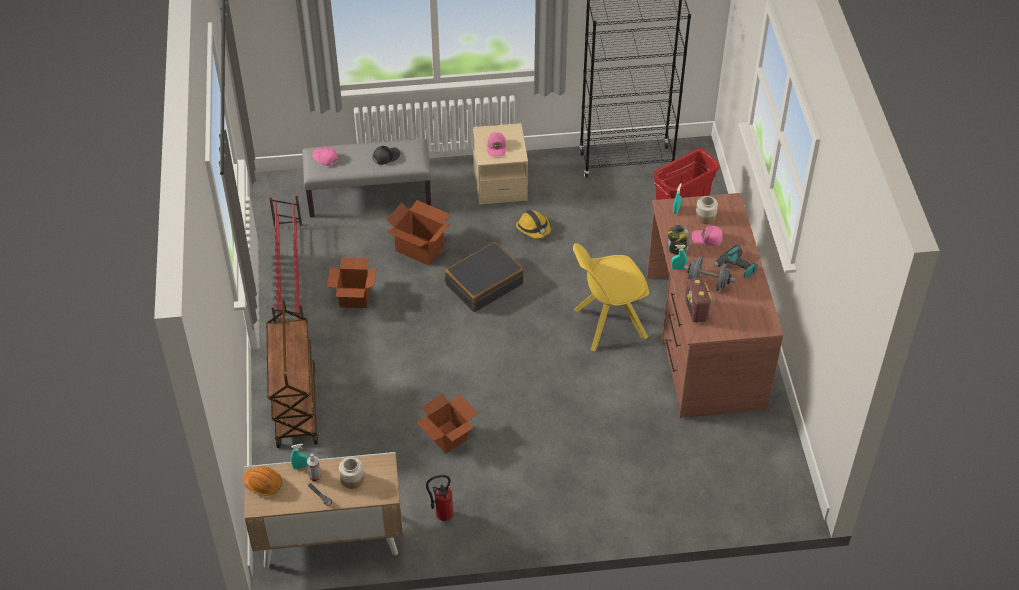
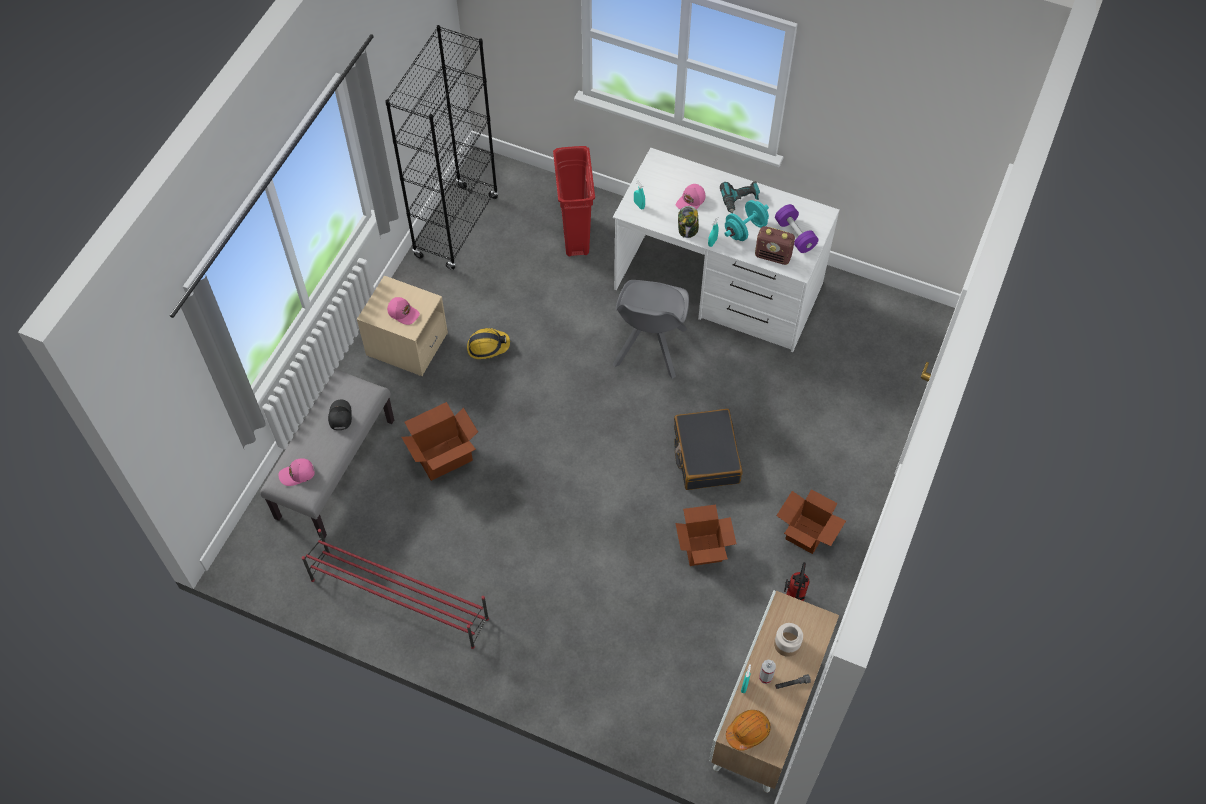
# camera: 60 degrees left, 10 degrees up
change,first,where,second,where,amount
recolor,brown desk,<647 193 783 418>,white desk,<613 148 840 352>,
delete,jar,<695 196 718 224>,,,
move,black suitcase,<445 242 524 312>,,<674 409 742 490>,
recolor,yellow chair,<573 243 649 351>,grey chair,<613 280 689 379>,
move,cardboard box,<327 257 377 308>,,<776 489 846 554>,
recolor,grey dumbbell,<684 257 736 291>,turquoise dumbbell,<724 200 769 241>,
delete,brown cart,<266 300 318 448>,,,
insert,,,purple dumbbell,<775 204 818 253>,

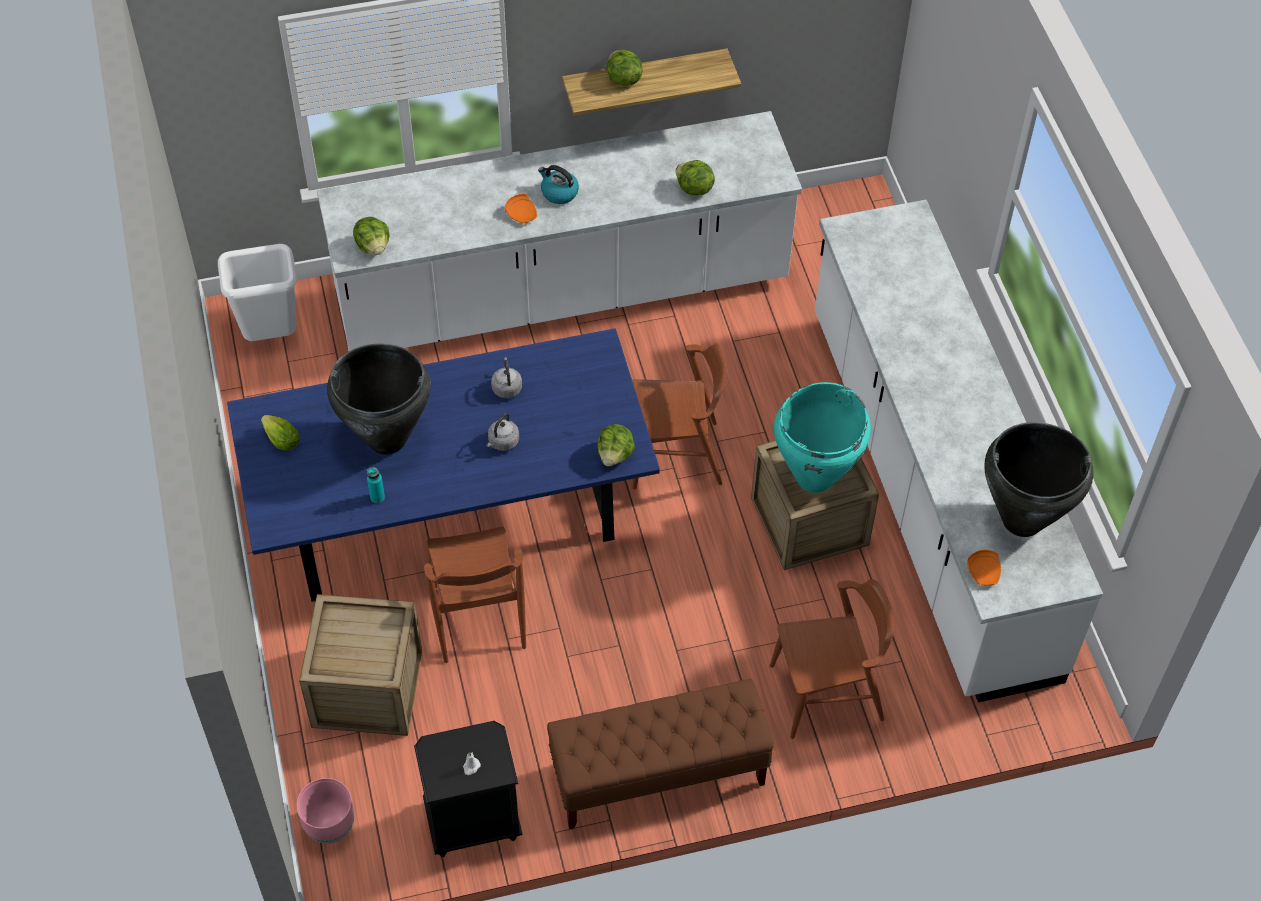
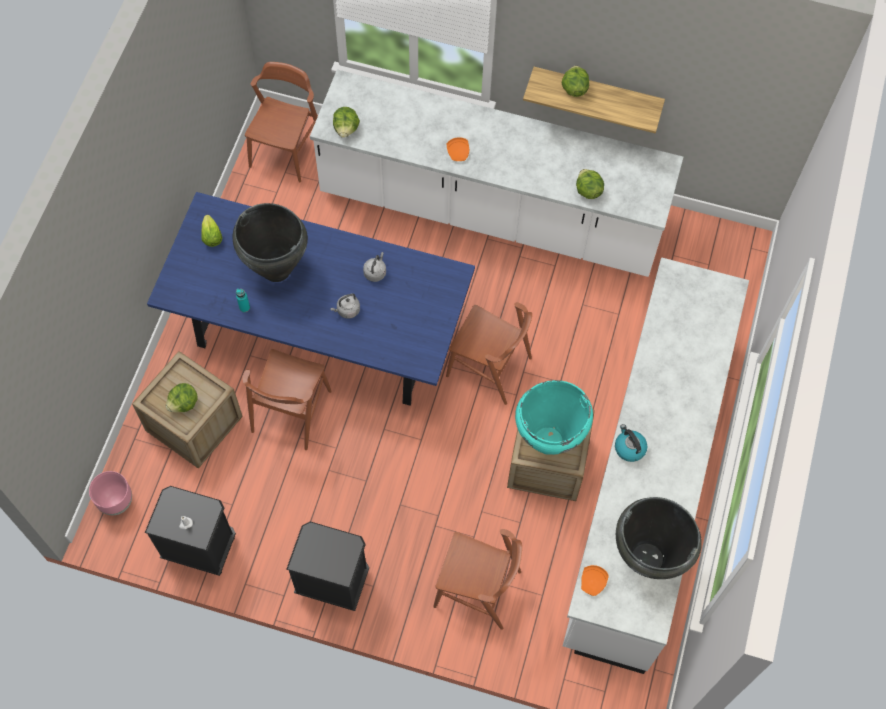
# camera: 30 degrees right, 10 degrees up
change,first,where,second,where,amount
move,kettle,<538 165 579 204>,,<615 424 647 462>,
replace,white trash can,<218 244 297 341>,brown chair,<245 62 318 182>,
move,lettuce,<597 424 635 466>,,<166 383 197 412>,
replace,brown bench,<547 679 774 829>,black nightstand,<286 522 369 611>,

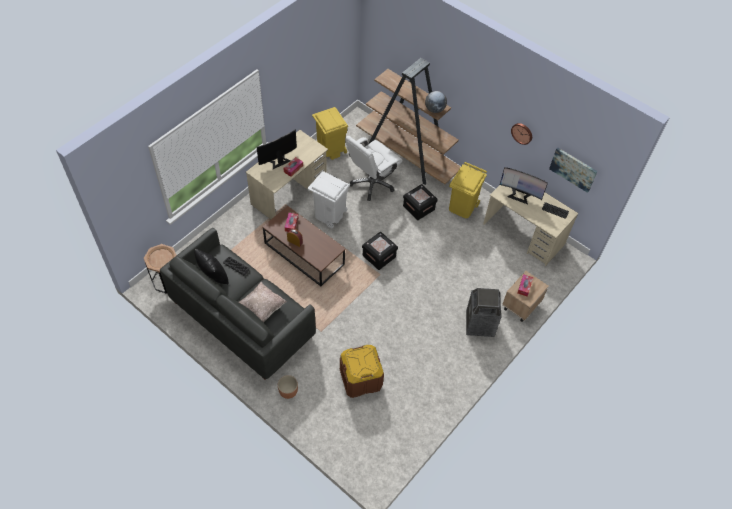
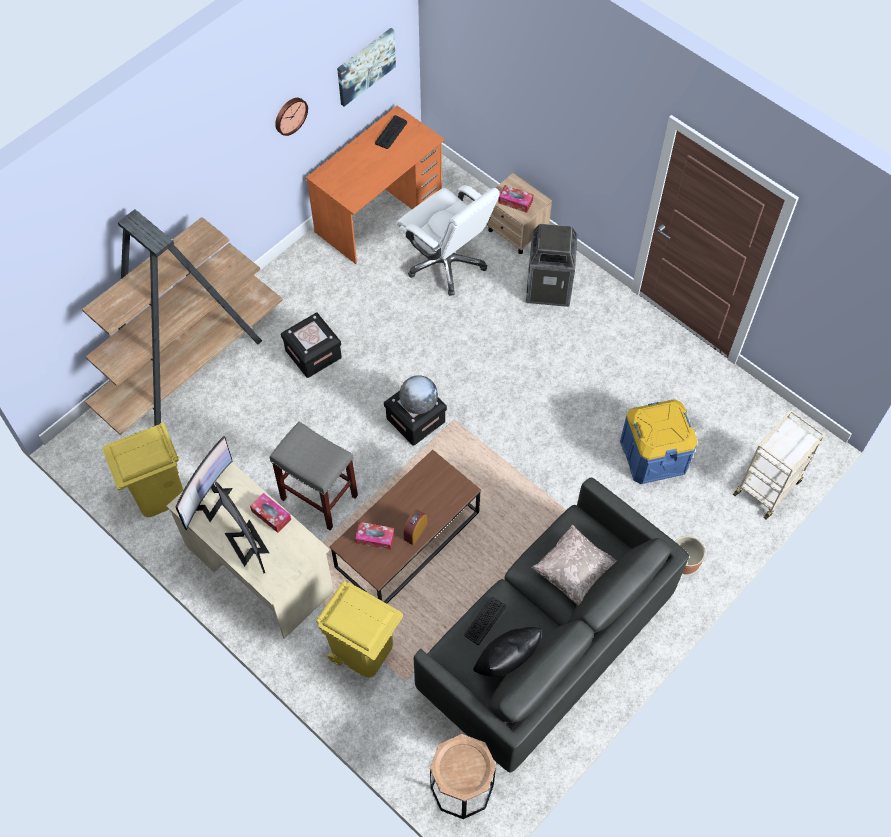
# camera: 85 degrees left, 5 degrees up
change,first,where,second,where,amount
move,globe,<425 91 447 113>,,<399 375 438 414>,
move,white office chair,<345 136 402 201>,,<397 185 500 296>,
move,yellow trash can,<449 162 487 218>,,<316 581 403 678>,
move,monitor,<500 167 548 204>,,<176 436 233 530>,
replace,white trash can,<307 171 350 228>,grey stool,<270 421 358 530>,
recolor,beige desk,<483 185 578 266>,orange desk,<306 106 445 264>,
recolor,brown storage box,<340 345 384 398>,blue storage box,<620 399 697 484>,
insert,,,beige cart,<733 410 825 519>,

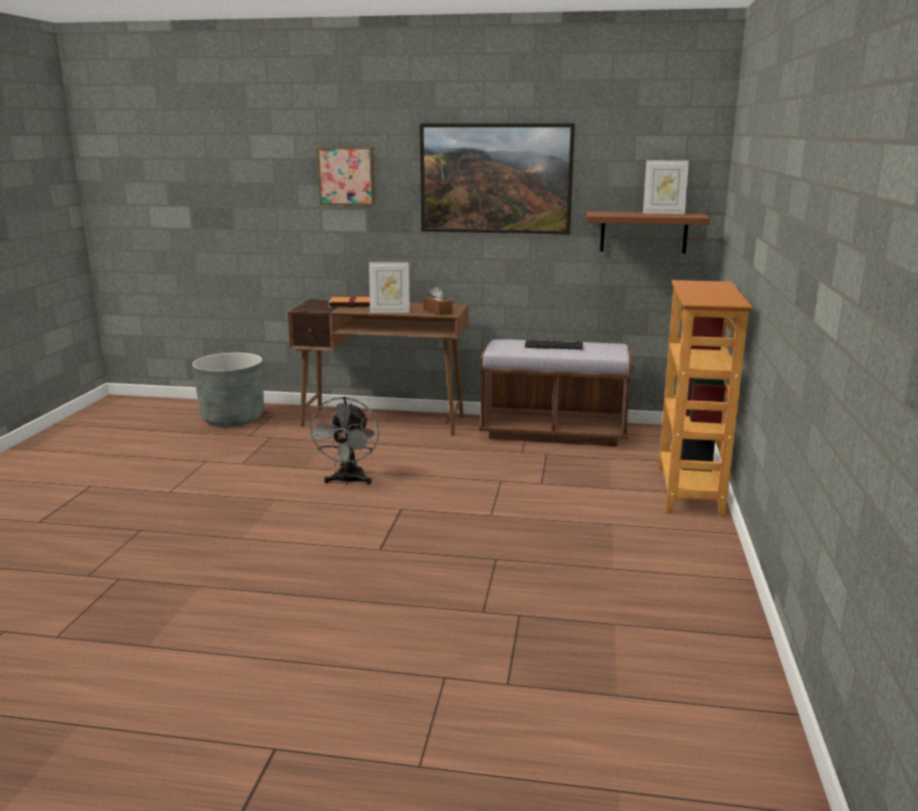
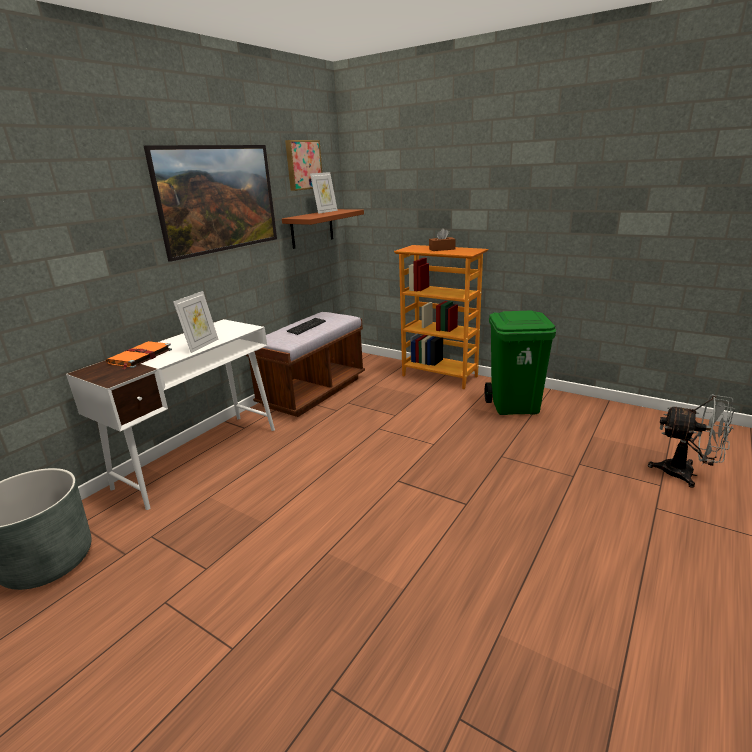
# camera: 65 degrees left, 5 degrees up
change,first,where,second,where,amount
move,picture,<317 147 375 206>,,<285 140 322 191>,
move,brown tissue box,<423 286 453 315>,,<429 228 456 251>,
recolor,brown desk,<287 299 469 436>,white desk,<66 319 275 510>,
move,grey fan,<307 397 379 485>,,<648 394 735 488>,
insert,,,green trash can,<485 310 556 415>,

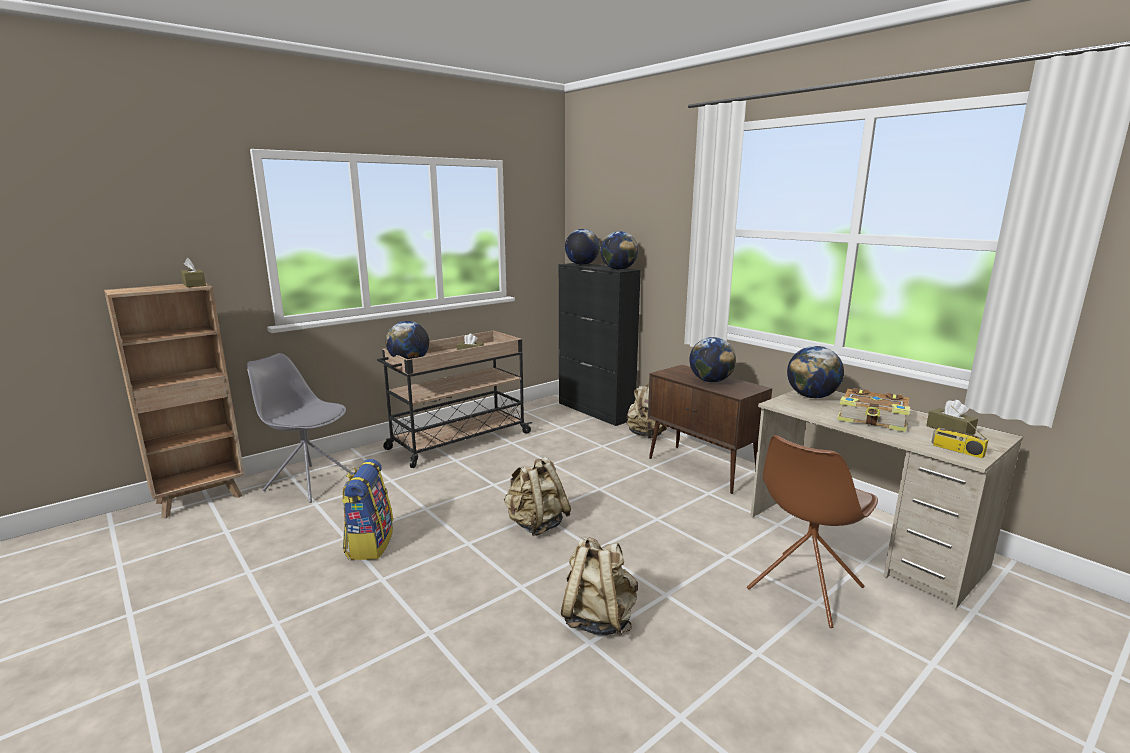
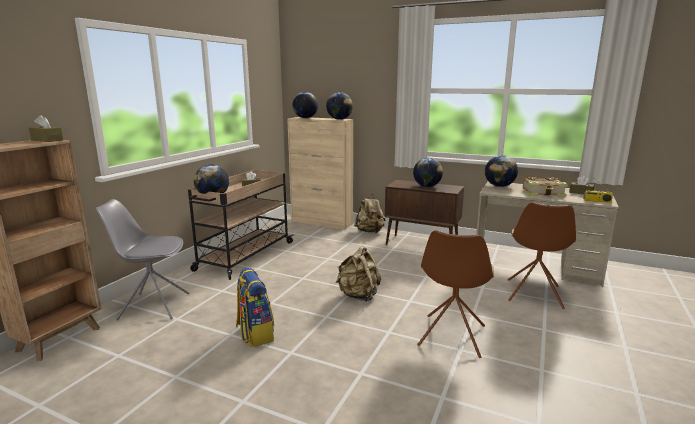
# camera: 25 degrees left, 0 degrees up
change,first,where,second,where,amount
recolor,black cabinet,<559 263 641 426>,beige cabinet,<287 117 353 230>,
replace,beige backpack,<561 536 638 636>,brown chair,<417 230 494 358>,

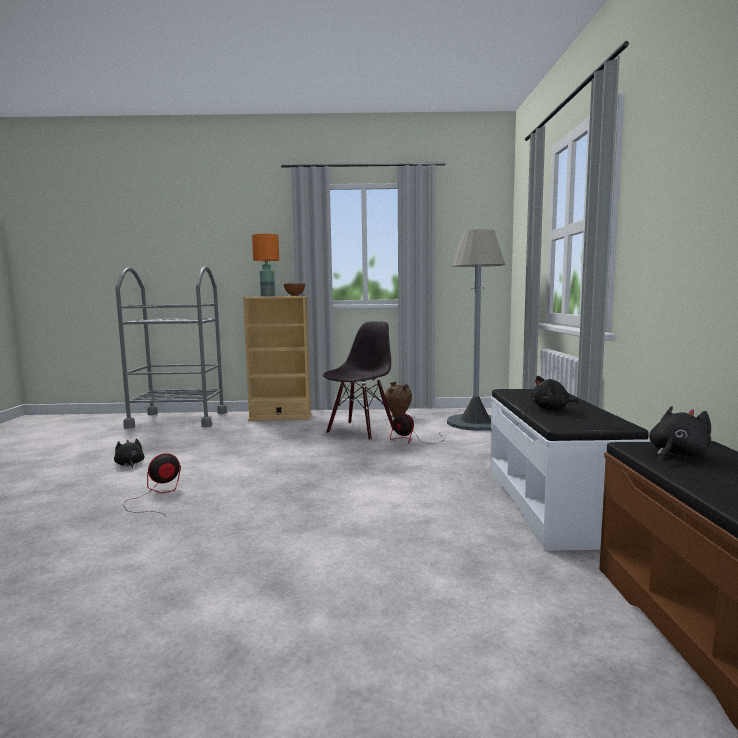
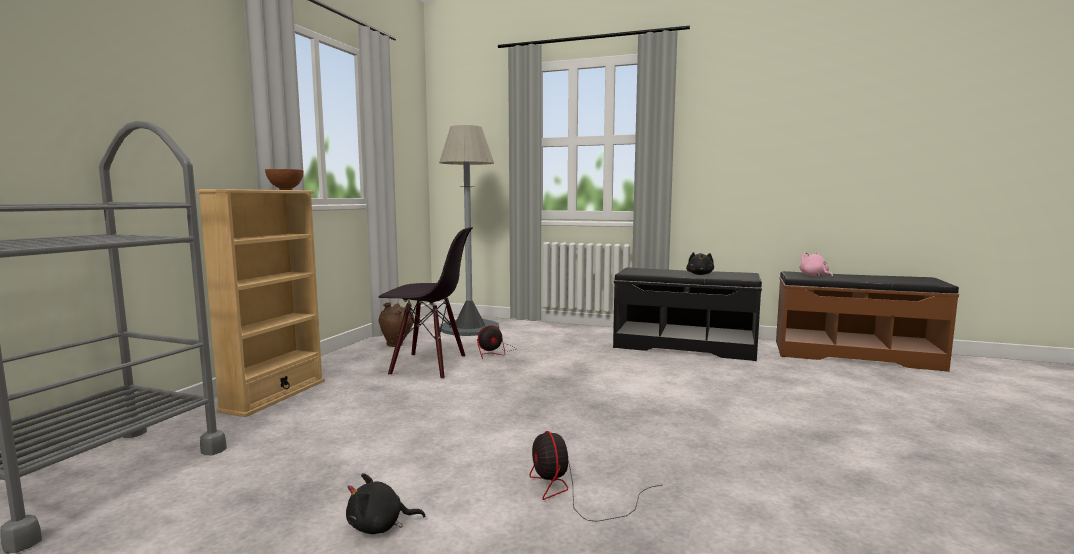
# camera: 70 degrees left, 0 degrees up
change,first,where,second,where,amount
delete,orange table lamp,<252 234 279 296>,,,
rotate,black chair,<323 321 394 441>,,<379 227 473 379>,135 degrees clockwise
recolor,white bench,<490 389 649 551>,black bench,<613 267 762 361>,
recolor,black plush toy,<649 406 711 460>,pink plush toy,<800 252 833 277>,

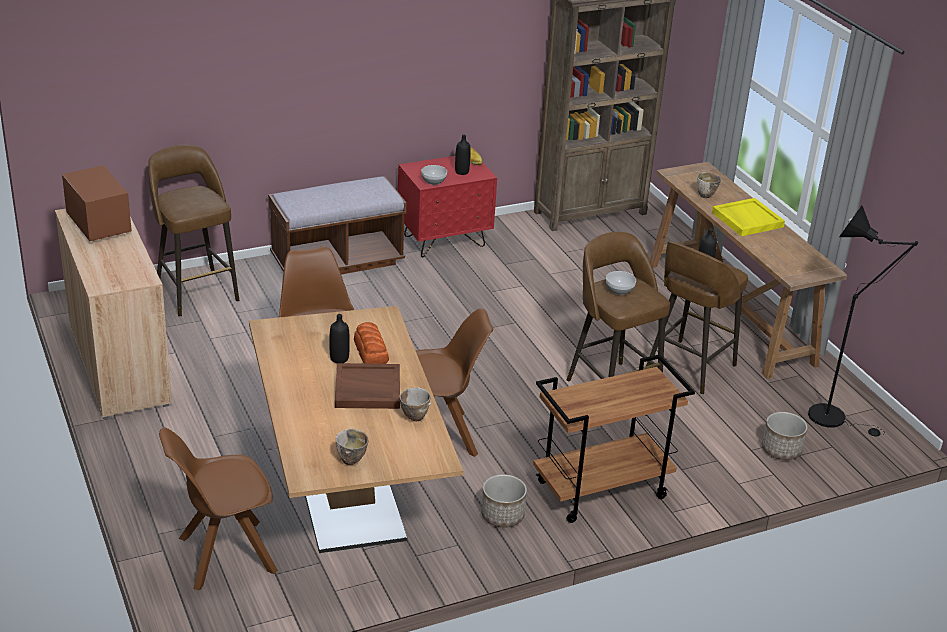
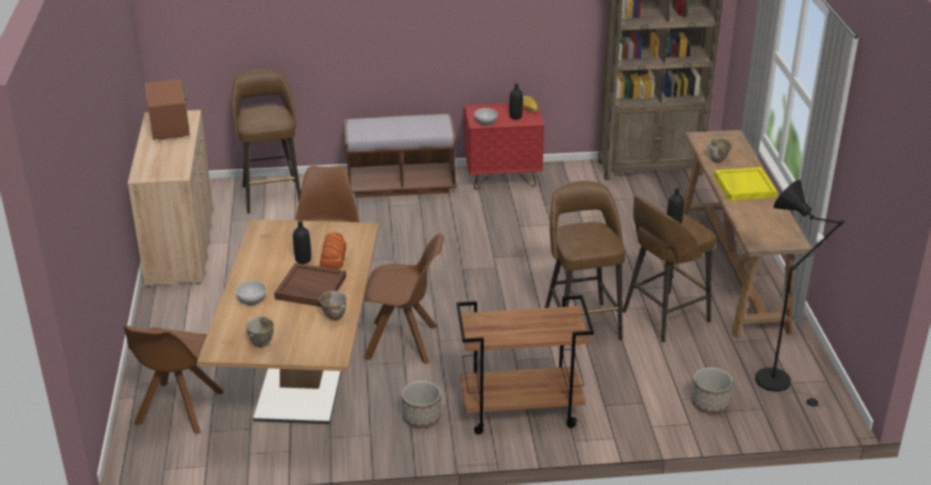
# camera: 20 degrees right, 0 degrees up
change,first,where,second,where,amount
move,bowl,<606 271 636 295>,,<236 281 266 305>,
rotate,brown chair,<159 428 278 590>,,<124 325 224 435>,75 degrees counterclockwise

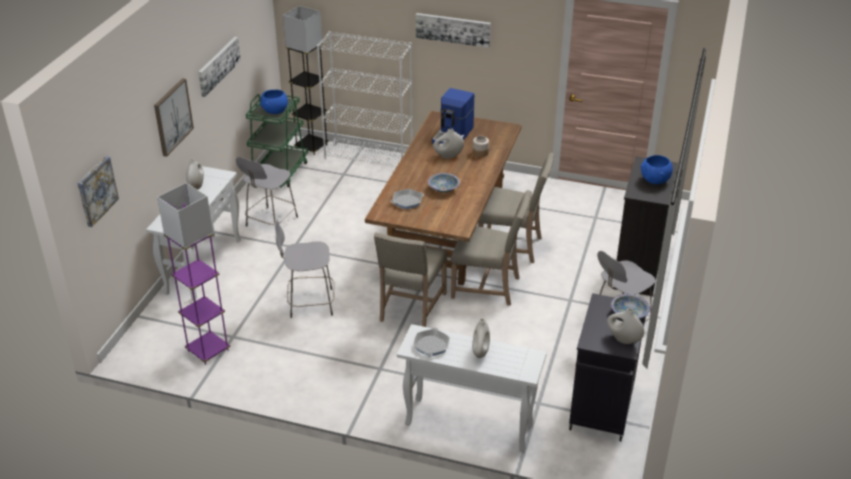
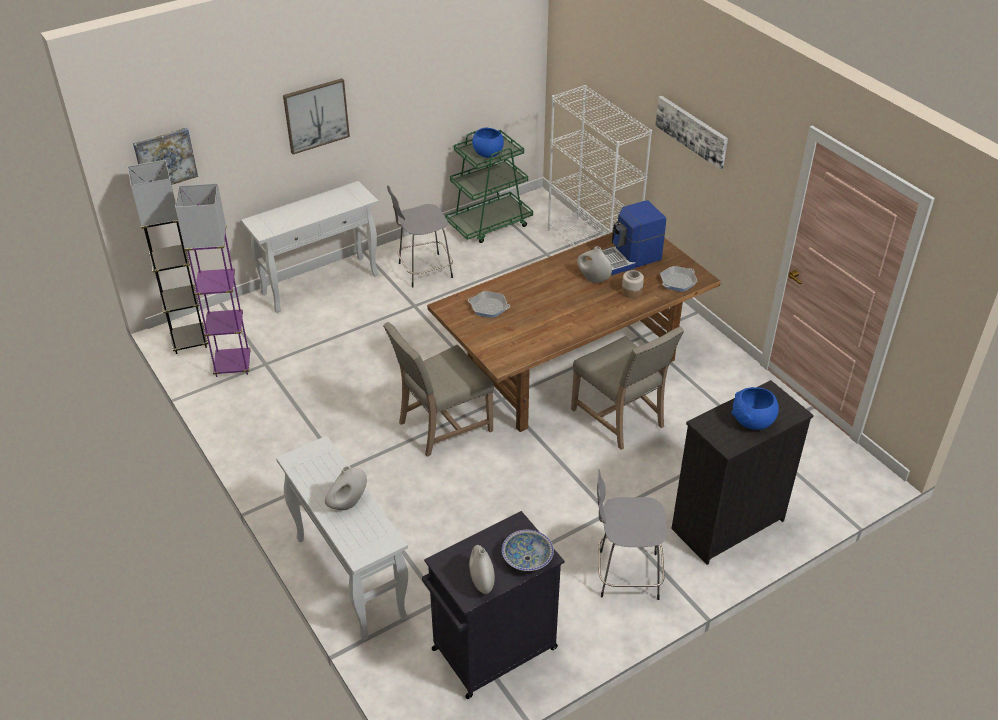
# camera: 40 degrees right, 5 degrees up
change,first,where,second,where,amount
move,grey floor lamp,<283 6 329 155>,,<127 160 208 354>,
delete,picture,<198 37 241 97>,,,
delete,white vase,<186 159 204 190>,,,
delete,bowl,<428 173 460 193>,,,
delete,beige chair,<451 190 532 306>,,,
delete,grey stool,<274 219 334 318>,,,
move,frying pan,<413 328 449 357>,,<660 266 697 292>,

